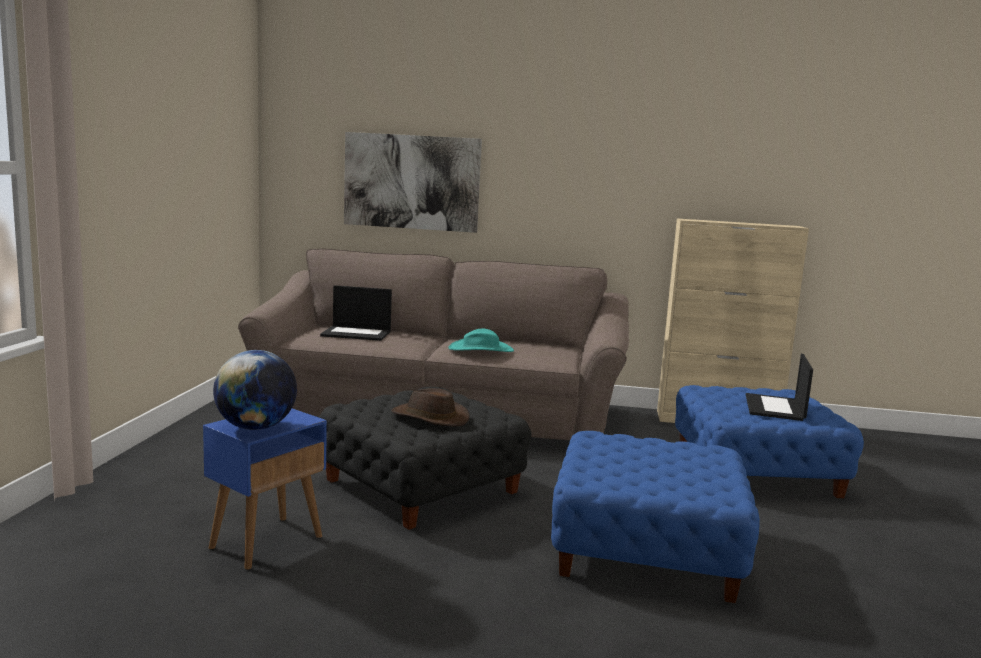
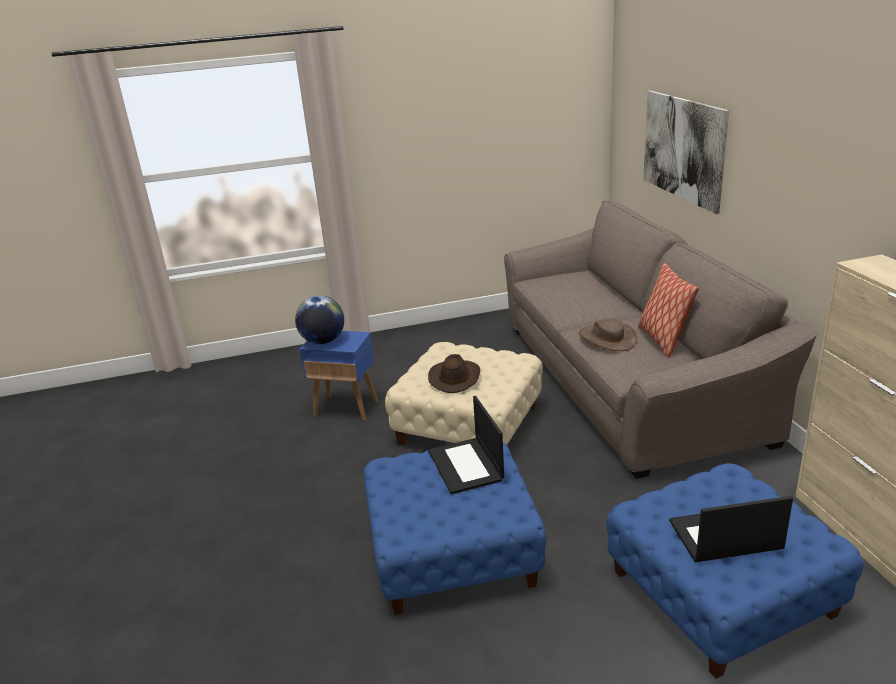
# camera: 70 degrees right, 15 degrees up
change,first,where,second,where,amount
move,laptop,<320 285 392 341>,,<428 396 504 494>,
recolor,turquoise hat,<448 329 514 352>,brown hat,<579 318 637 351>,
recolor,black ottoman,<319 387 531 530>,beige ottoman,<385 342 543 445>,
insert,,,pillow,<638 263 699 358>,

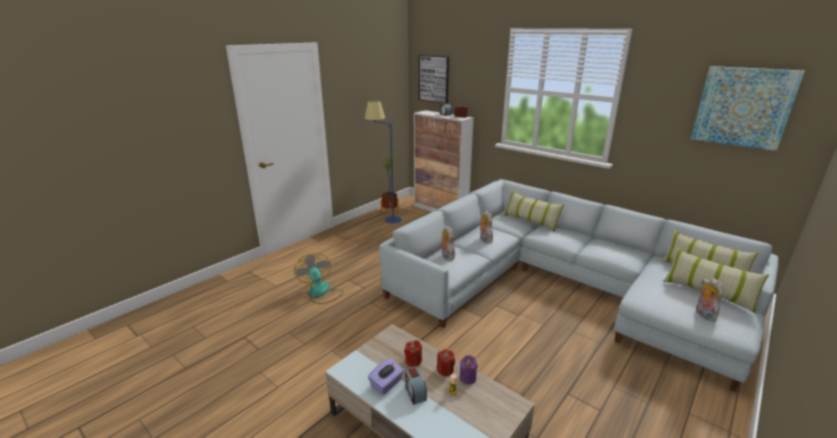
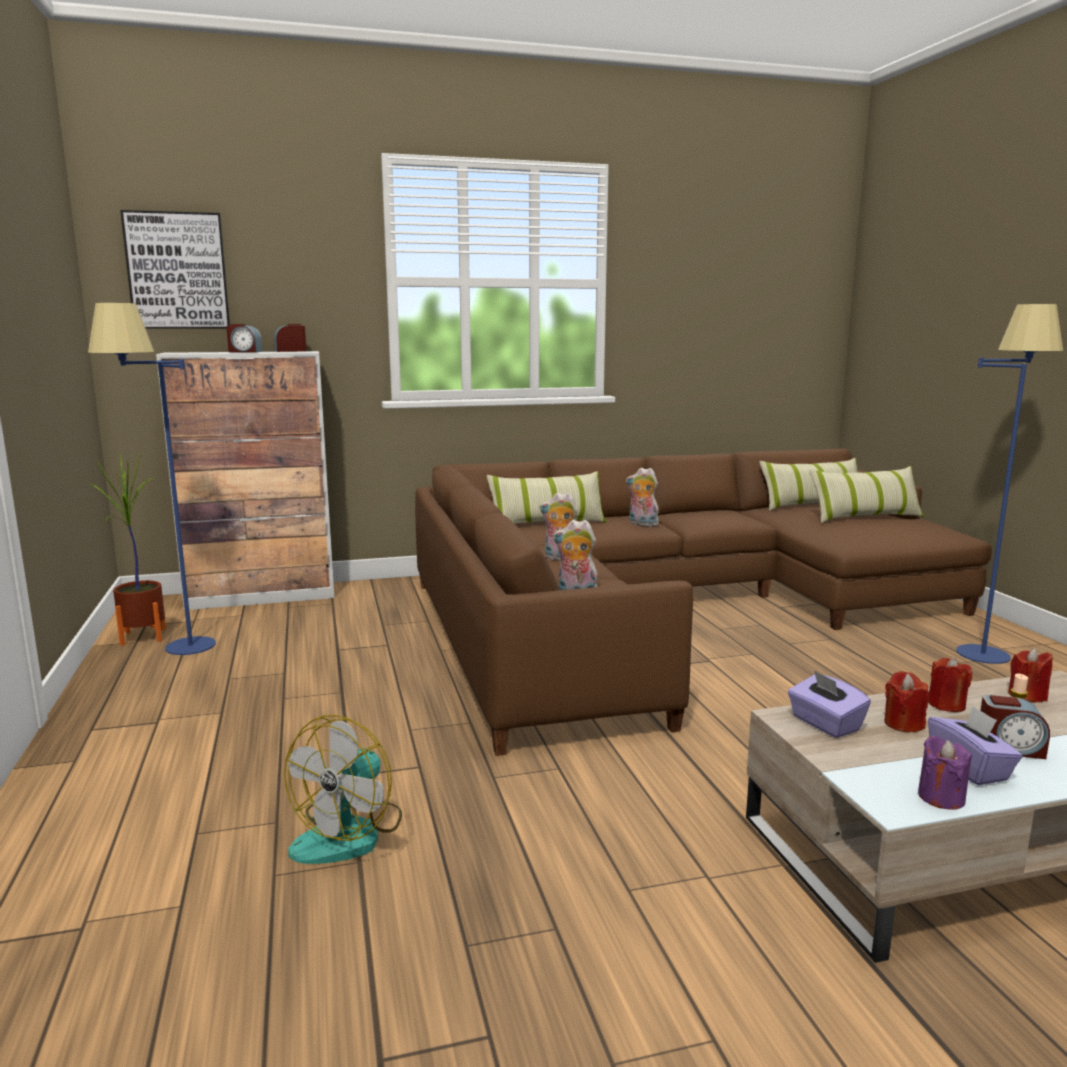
# camera: 55 degrees left, 10 degrees down
change,first,where,second,where,amount
delete,picture,<691 66 805 151>,,,
recolor,grey sofa,<379 179 779 392>,brown sofa,<415 448 992 756>,
rotate,fan,<294 253 343 304>,,<284 715 402 864>,75 degrees counterclockwise
move,plush toy,<696 278 723 322>,,<626 468 659 527>,
move,purple candle,<460 355 477 384>,,<918 736 972 810>,
insert,,,blue floor lamp,<956 304 1063 664>,
insert,,,red candle,<1008 648 1053 702>,
insert,,,purple tissue box,<788 670 871 738>,

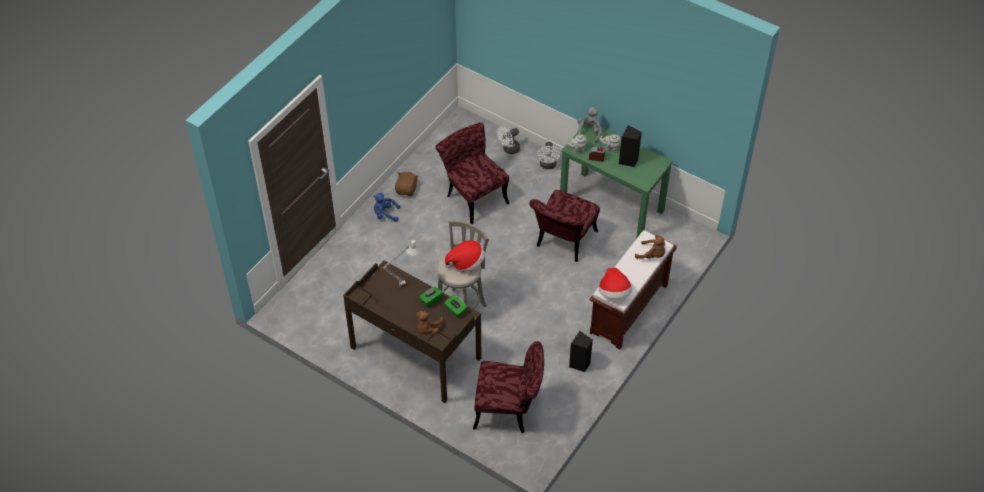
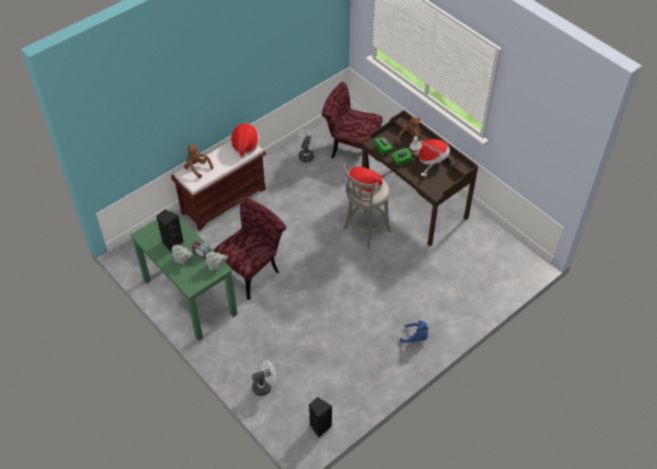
# camera: 165 degrees left, 0 degrees up
change,first,where,second,where,amount
delete,grey plush toy,<577 107 602 143>,,,
delete,red chair,<435 123 510 224>,,,
move,white fan,<537 142 560 169>,,<299 130 318 162>,
delete,brown plush toy,<395 172 418 196>,,,
move,black speaker,<569 331 593 372>,,<309 397 332 438>,
insert,,,hat,<414 139 450 165>,

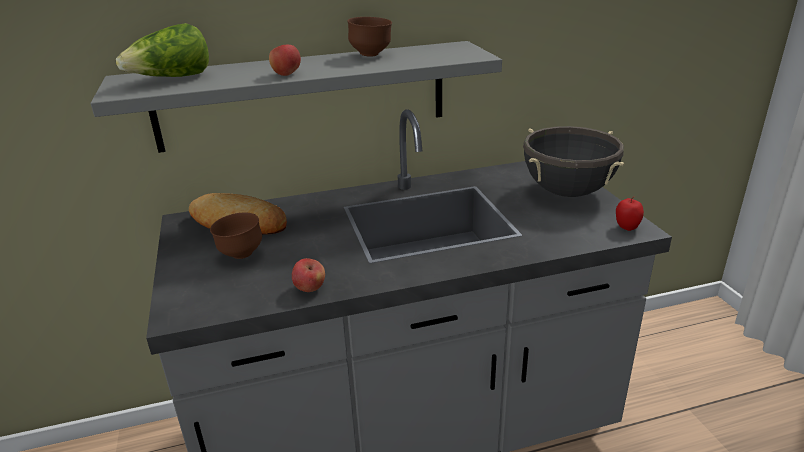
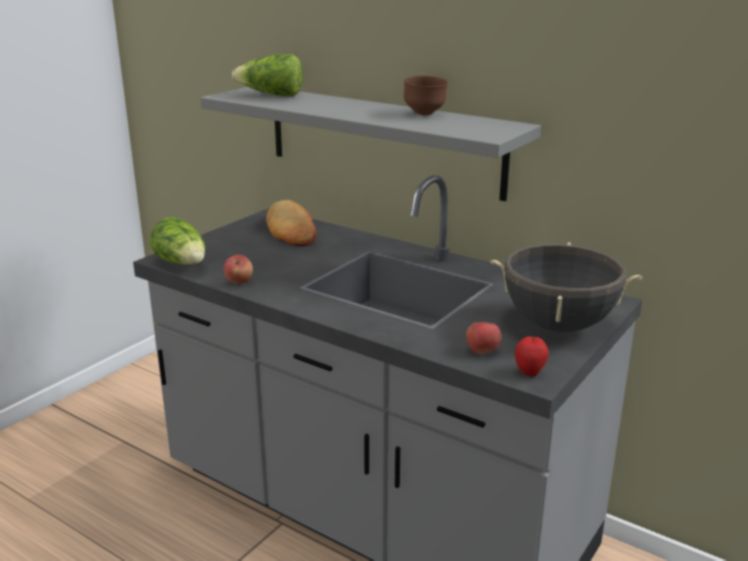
# camera: 50 degrees right, 5 degrees down
change,first,where,second,where,amount
move,apple,<269 45 301 76>,,<466 322 501 354>,
delete,brown bowl,<210 212 262 259>,,,
insert,,,lettuce,<150 216 205 265>,

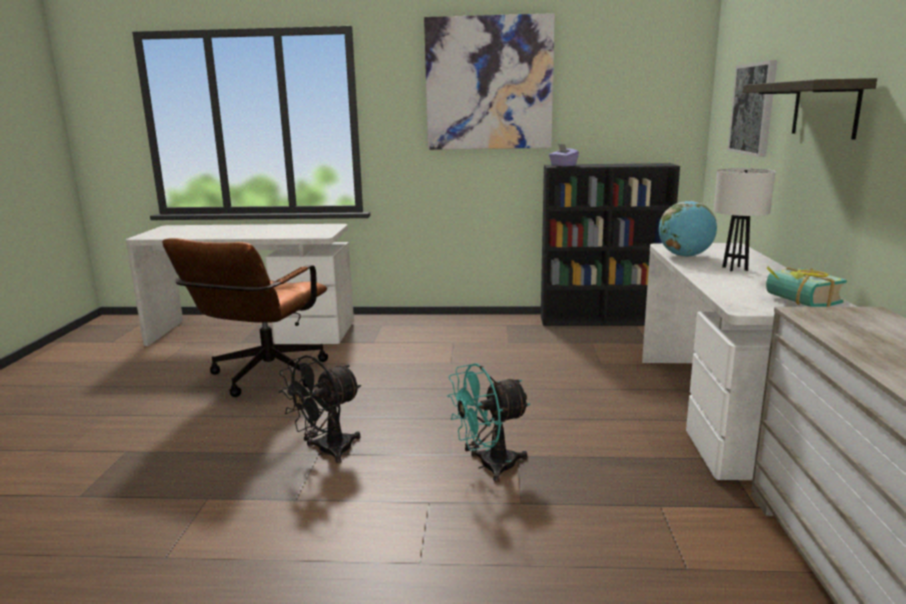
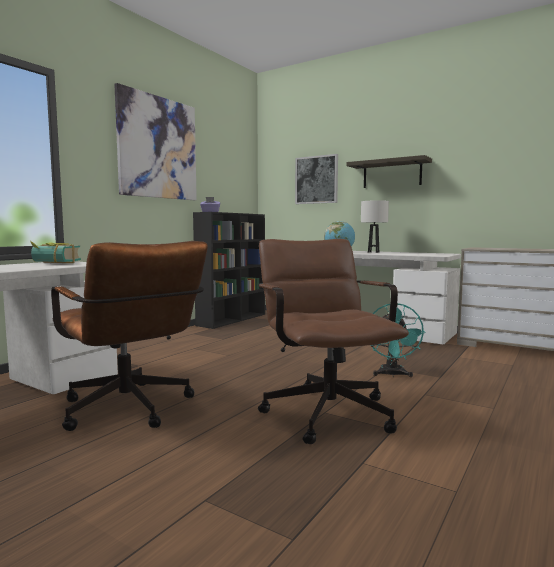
# camera: 60 degrees left, 10 degrees down
change,first,where,second,where,amount
move,book,<766 266 847 307>,,<31 241 81 263>,
replace,black fan,<278 355 361 463>,brown office chair,<258 239 409 444>,

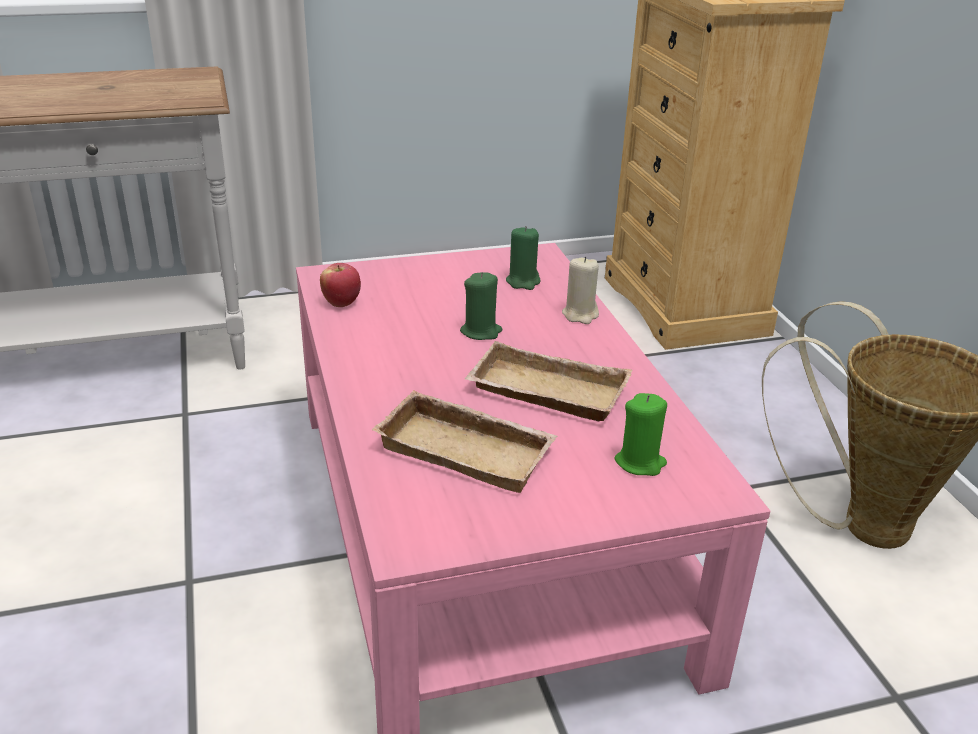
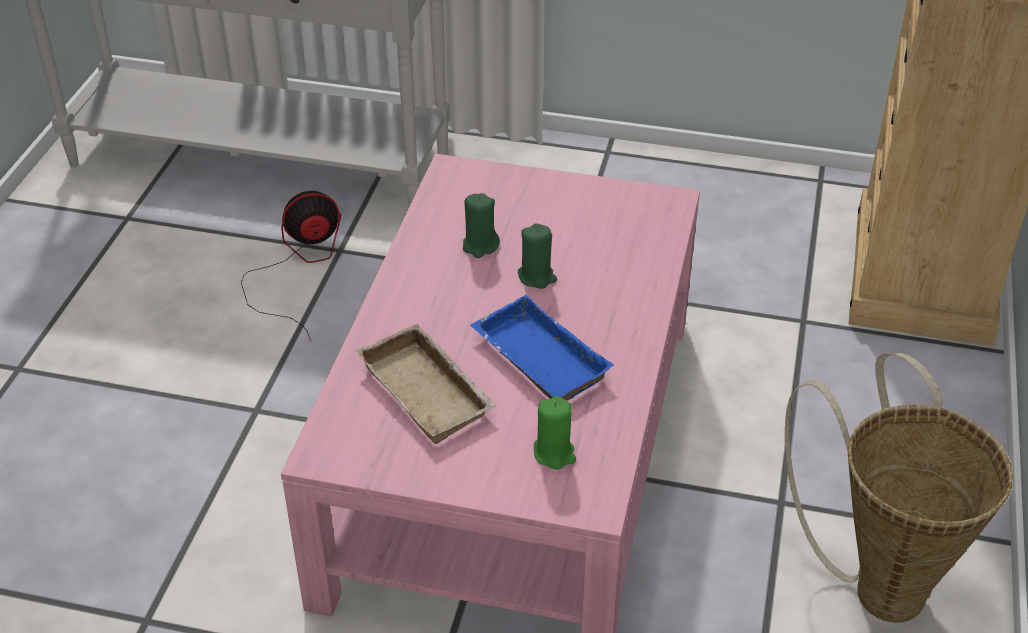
# camera: 30 degrees right, 10 degrees up
change,first,where,second,where,amount
move,green candle,<506 226 540 290>,,<463 193 500 258>,
delete,beige candle,<562 256 599 324>,,,
delete,apple,<320 263 361 307>,,,
recolor,beige tray,<464 341 632 421>,blue tray,<470 295 614 401>,
insert,,,fan,<241 191 341 341>,

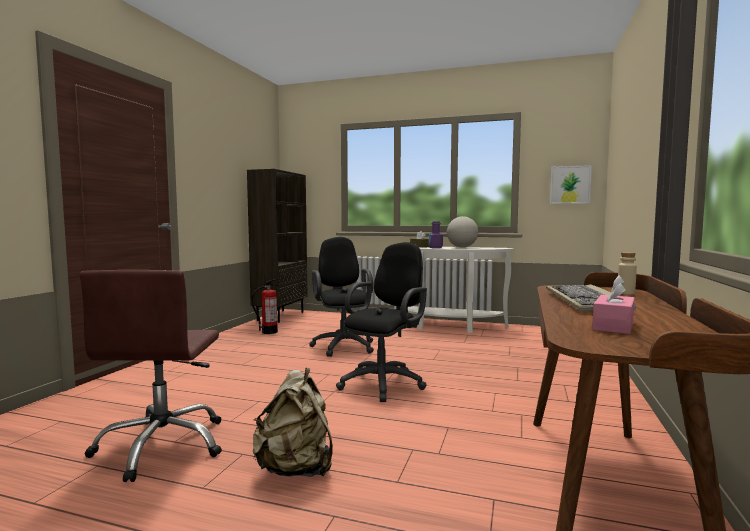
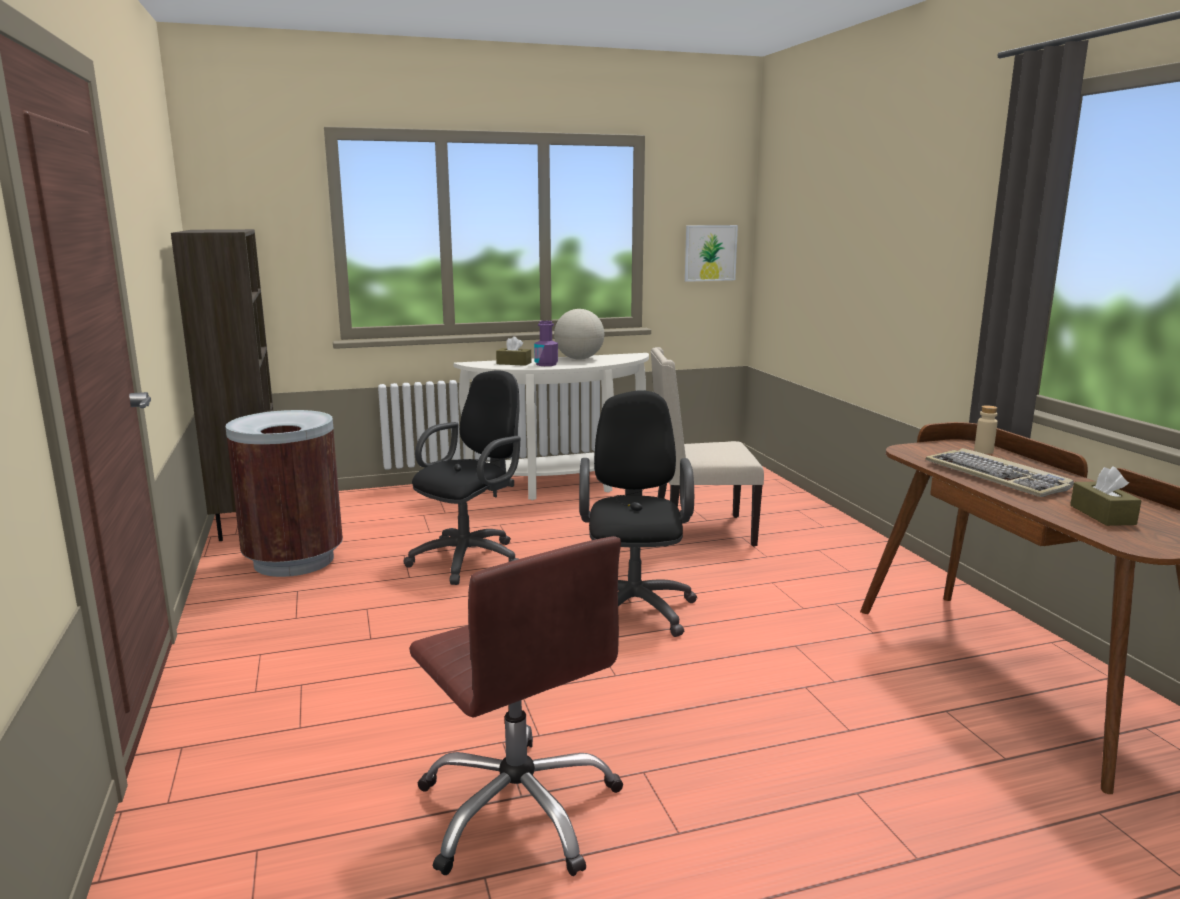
# camera: 35 degrees left, 10 degrees up
change,first,where,second,where,amount
rotate,black office chair,<309 237 374 357>,,<404 370 520 585>,90 degrees clockwise
recolor,pink tissue box,<592 275 635 334>,brown tissue box,<1070 466 1142 526>,
replace,fire extinguisher,<251 278 279 334>,brown trash can,<225 410 343 577>,
delete,beige backpack,<253 368 333 477>,,,
insert,,,beige chair,<650 347 764 547>,

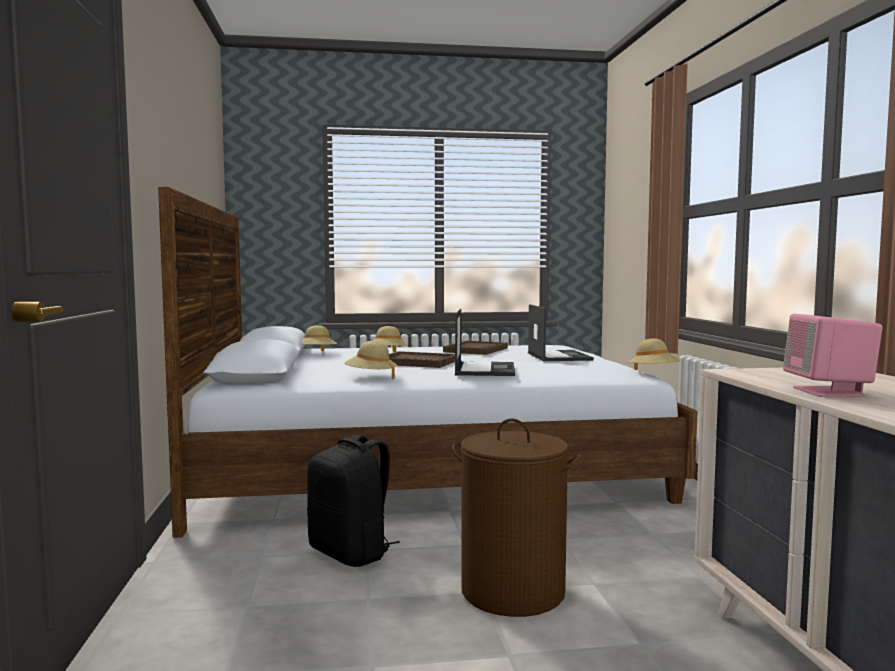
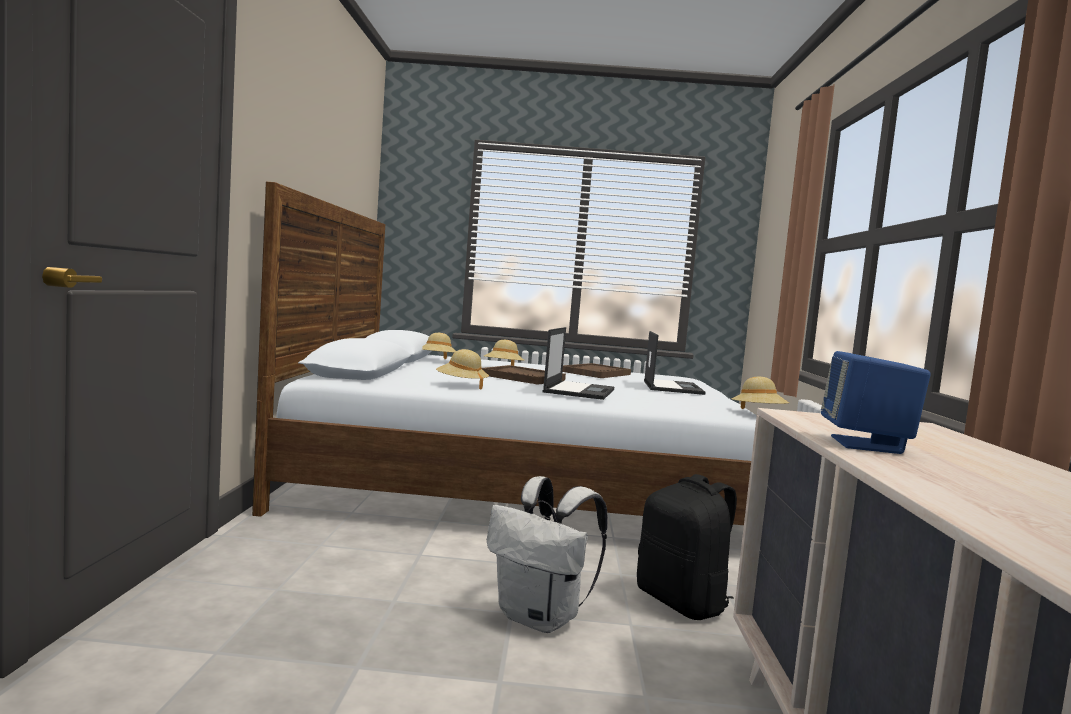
# camera: 10 degrees right, 0 degrees up
change,first,where,second,where,amount
recolor,pink speaker,<783 314 882 397>,blue speaker,<821 351 931 454>,
replace,brown laundry basket,<452 418 582 617>,white backpack,<487 476 608 633>,
move,black backpack,<307 434 400 567>,,<637 474 737 620>,

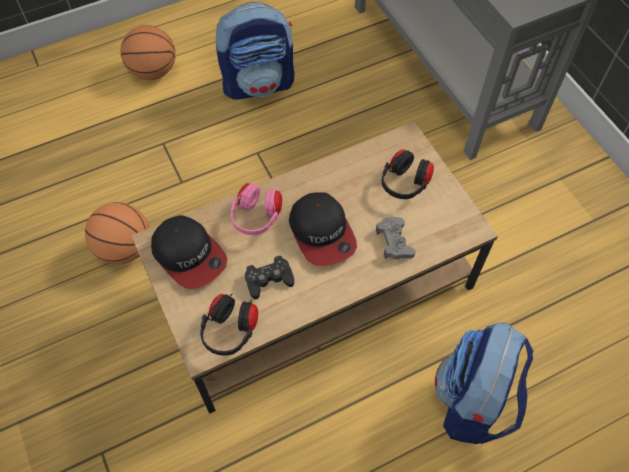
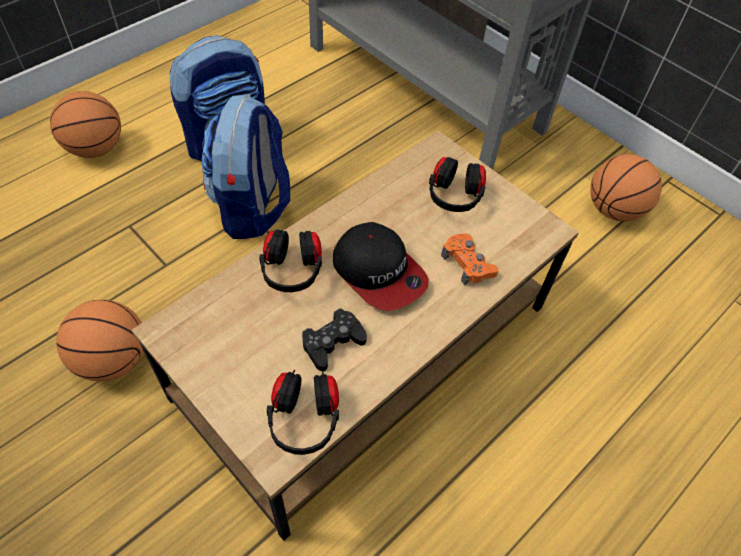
# camera: 20 degrees left, 5 degrees down
change,first,where,second,where,amount
recolor,pink headphones,<231 183 282 235>,black headphones,<259 230 322 292>,
delete,cap,<151 215 227 289>,,,
recolor,grey game controller,<376 217 416 259>,orange game controller,<441 234 499 285>,
move,backpack,<435 322 534 444>,,<202 94 290 239>,
insert,,,basketball,<590 154 662 222>,

